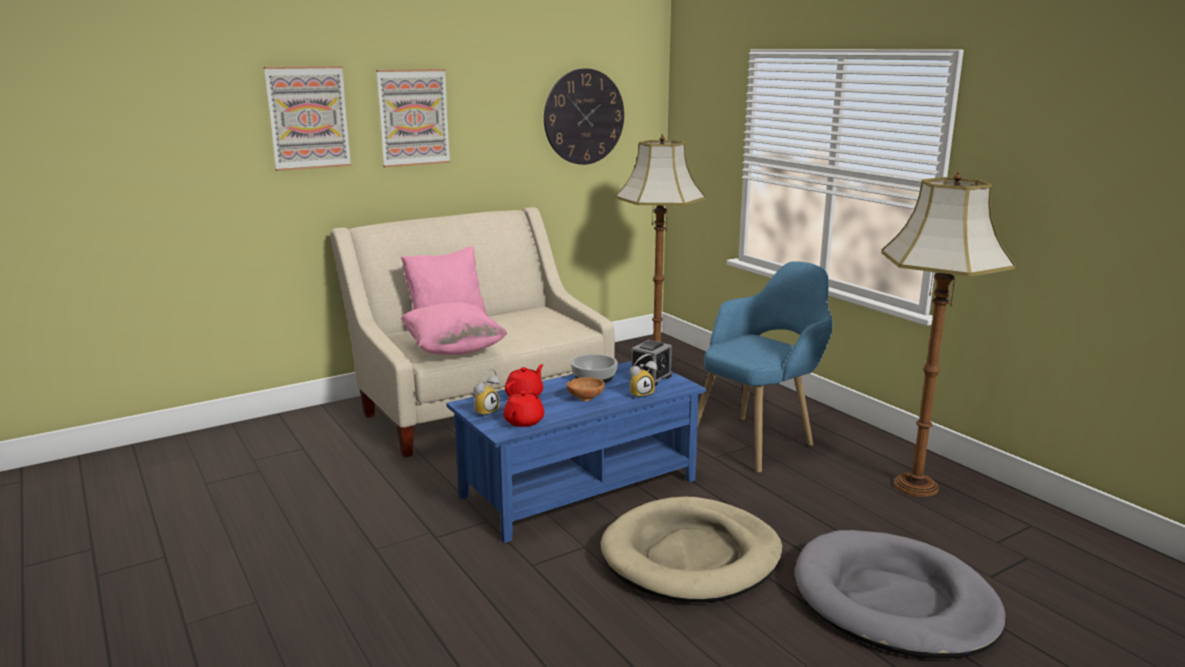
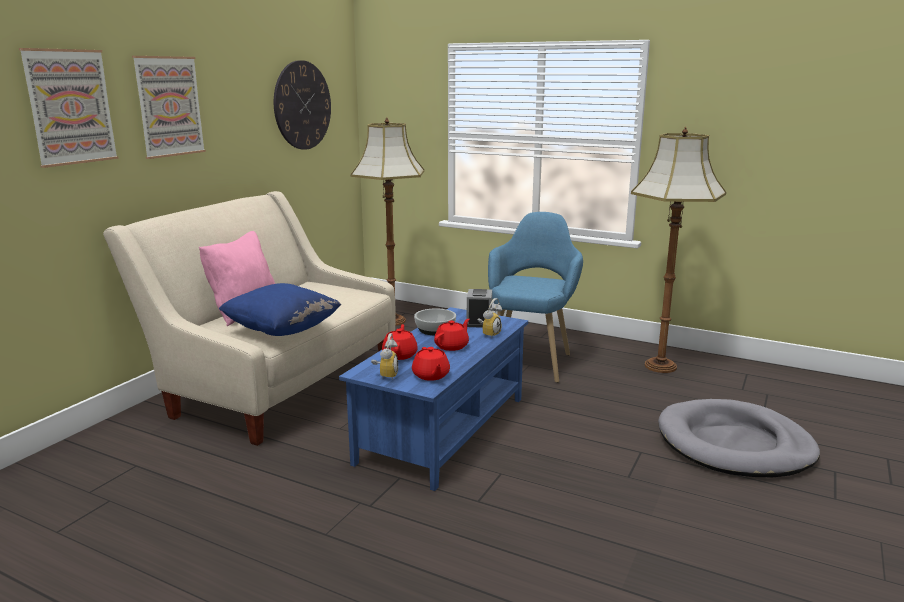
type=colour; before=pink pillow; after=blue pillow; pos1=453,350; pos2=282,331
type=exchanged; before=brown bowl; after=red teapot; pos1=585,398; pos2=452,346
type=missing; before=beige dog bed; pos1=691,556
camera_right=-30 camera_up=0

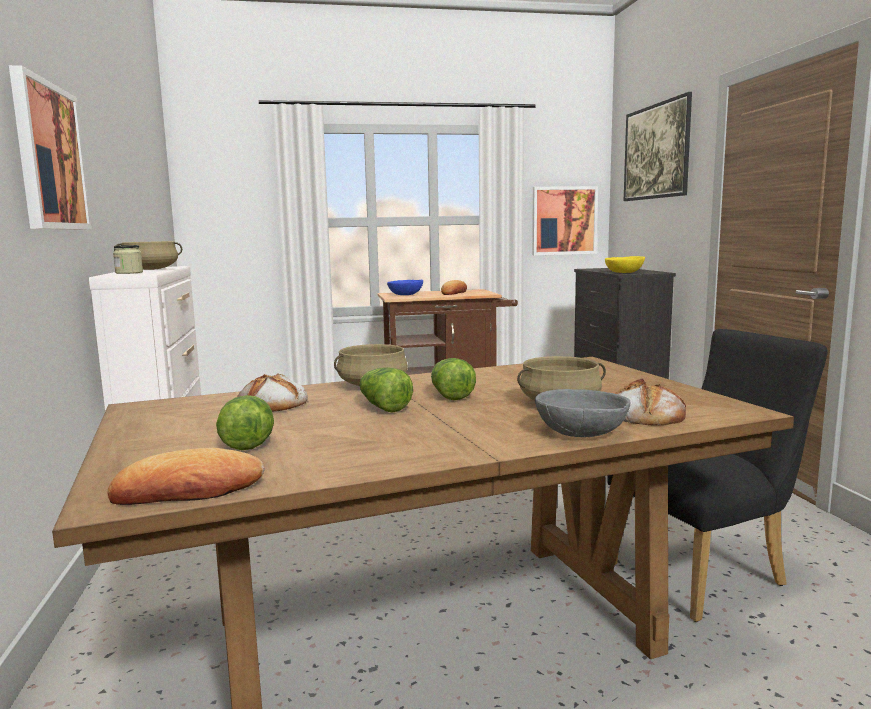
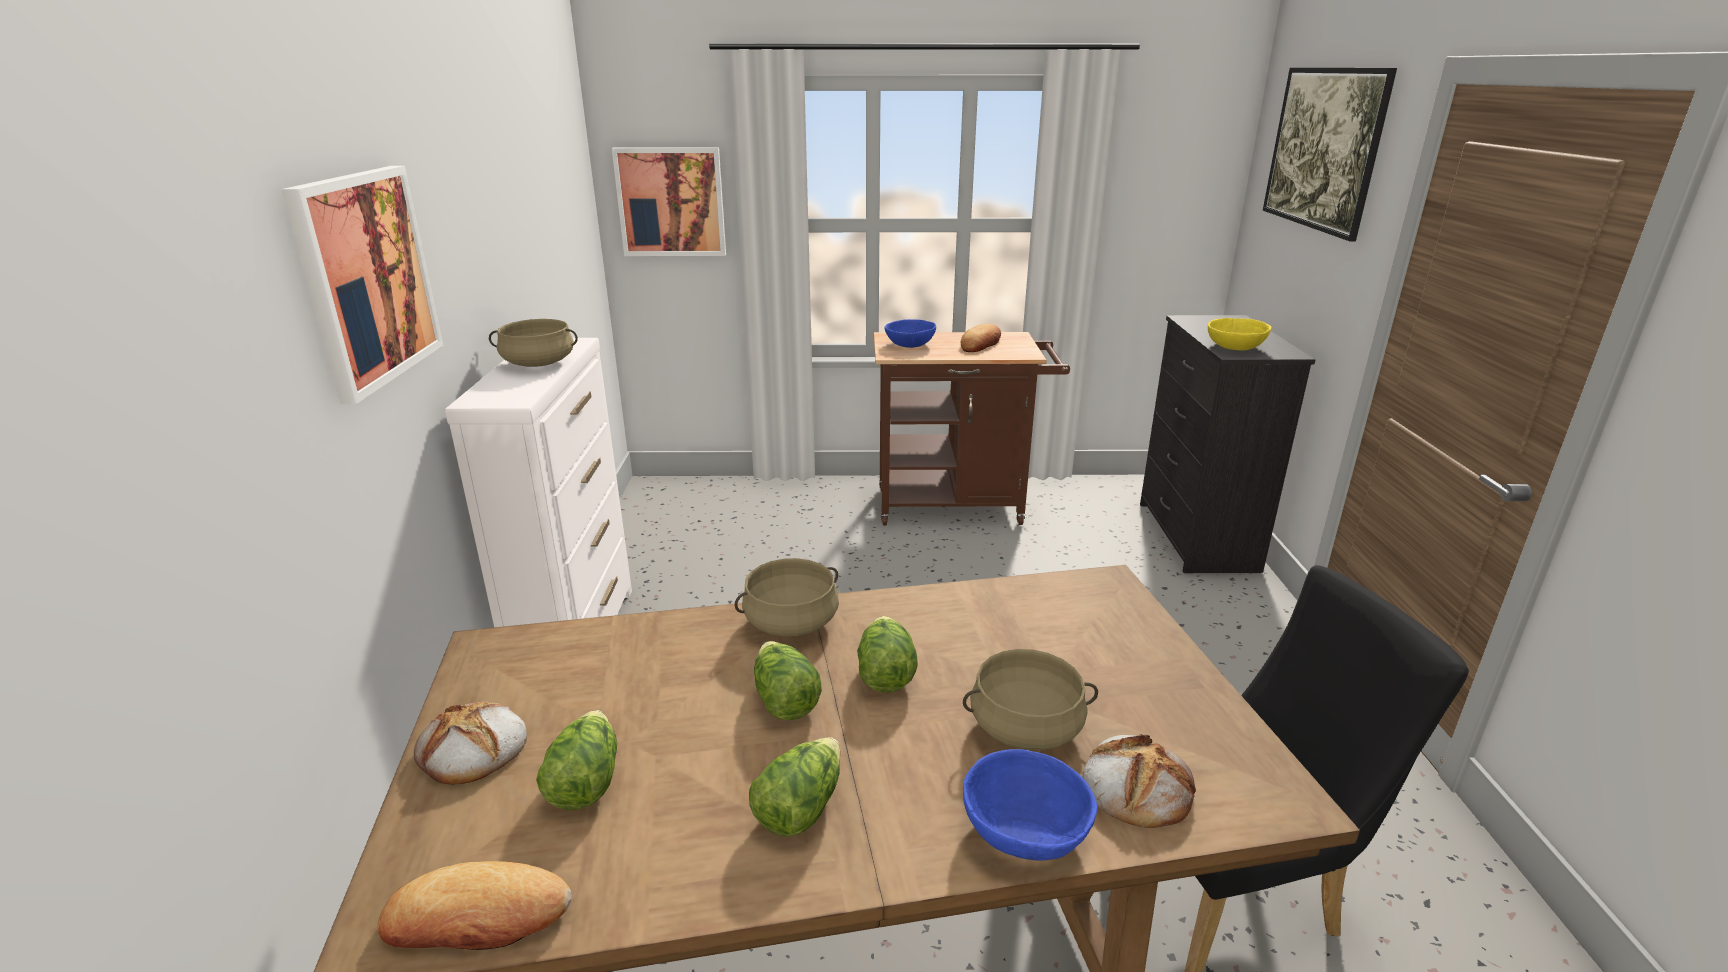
type=missing; before=jar; pos1=129,273
type=relocated; before=bread; pos1=273,404; pos2=472,750
type=relocated; before=picture; pos1=564,220; pos2=671,202
type=colour; before=grey bowl; after=blue bowl; pos1=580,432; pos2=1023,831
type=appeared; after=lettuce; pos2=799,806
camera_right=10 camera_up=15

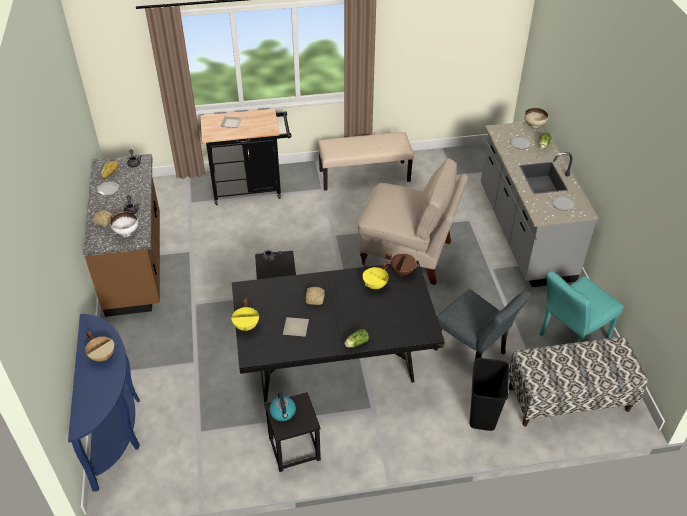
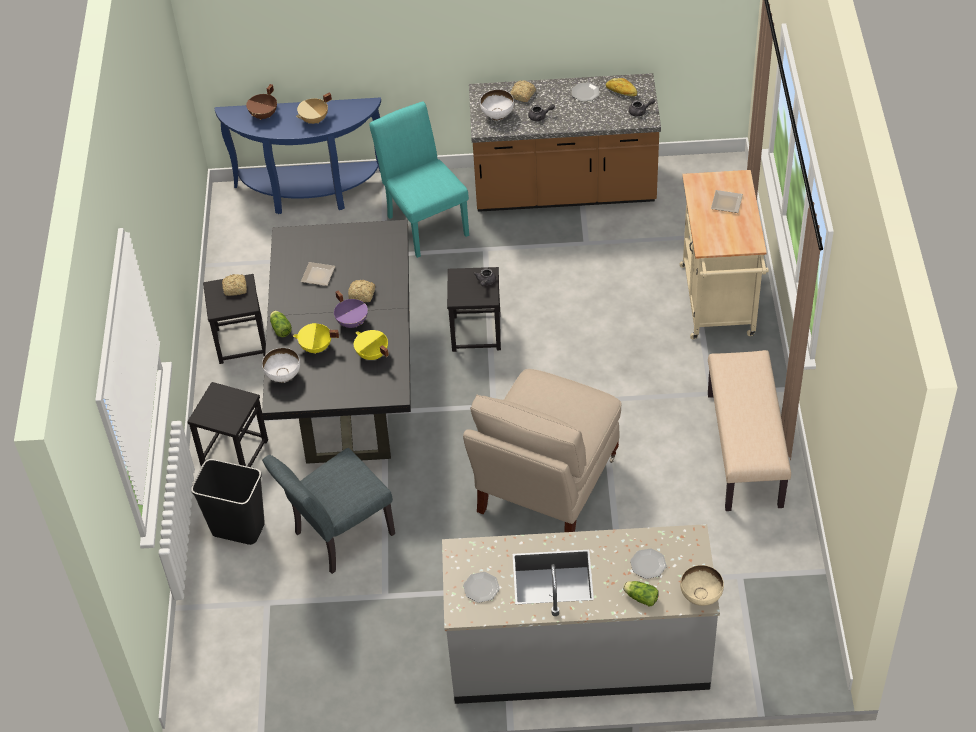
type=colour; before=black cart; after=beige cart; pos1=251,188; pos2=718,306
type=relocated; before=yellow cooking pot; pos1=247,326; pos2=316,348
type=exchanged; before=kettle; after=bread; pos1=283,412; pos2=236,288
type=relocated; before=brown cooking pot; pos1=402,271; pos2=264,115
type=missing; before=bench; pos1=568,399
type=relocated; before=turquoise chair; pos1=569,339; pos2=424,222
type=appeared; after=black stool; pos2=234,452
type=appeared; after=white bowl; pos2=283,376
type=appeared; after=purple cooking pot; pos2=352,322
camera_right=100 camera_up=5

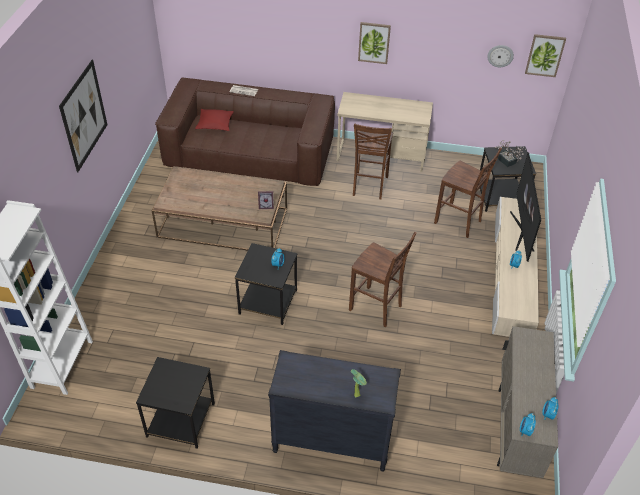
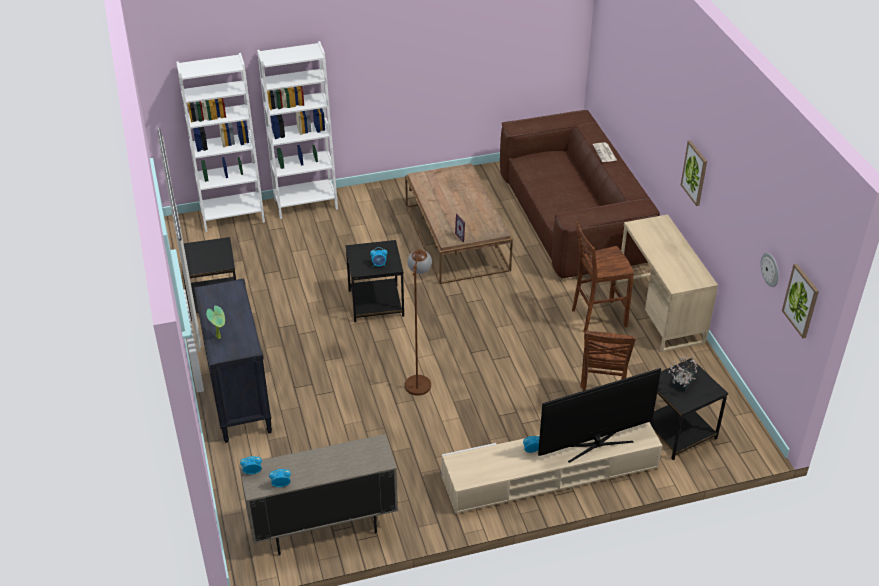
type=missing; before=picture; pos1=84,116
type=missing; before=red pillow; pos1=215,124
type=exchanged; before=brown stool; after=brown floor lamp; pos1=376,308; pos2=419,379
type=appeared; after=white bookcase; pos2=305,204
camera_right=65 camera_up=-5

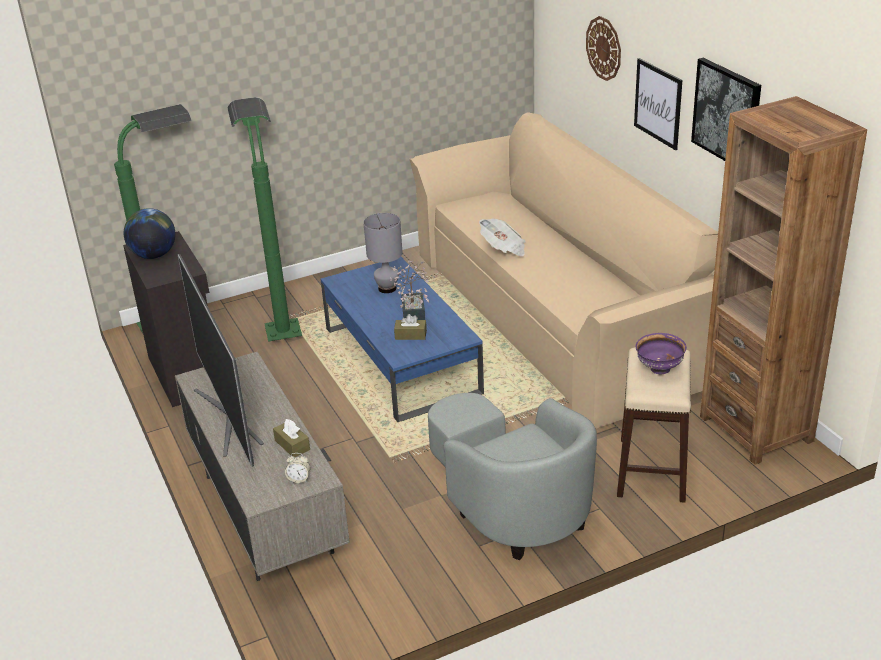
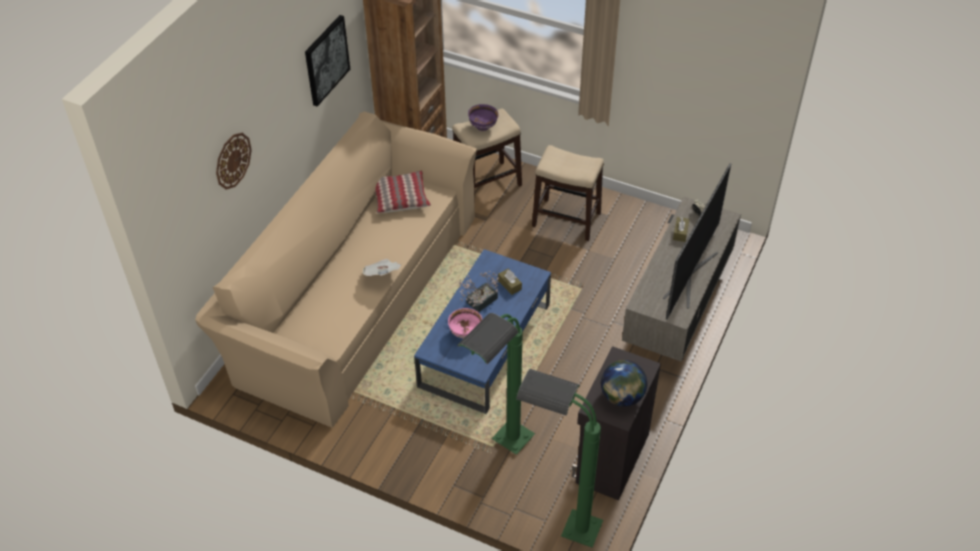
type=exchanged; before=grey table lamp; after=pink bowl; pos1=387,288; pos2=465,333
type=exchanged; before=grey armchair; after=stool; pos1=511,504; pos2=567,220
type=missing; before=picture; pos1=658,103
type=appeared; after=pillow; pos2=400,197
camera_right=-130 camera_up=15

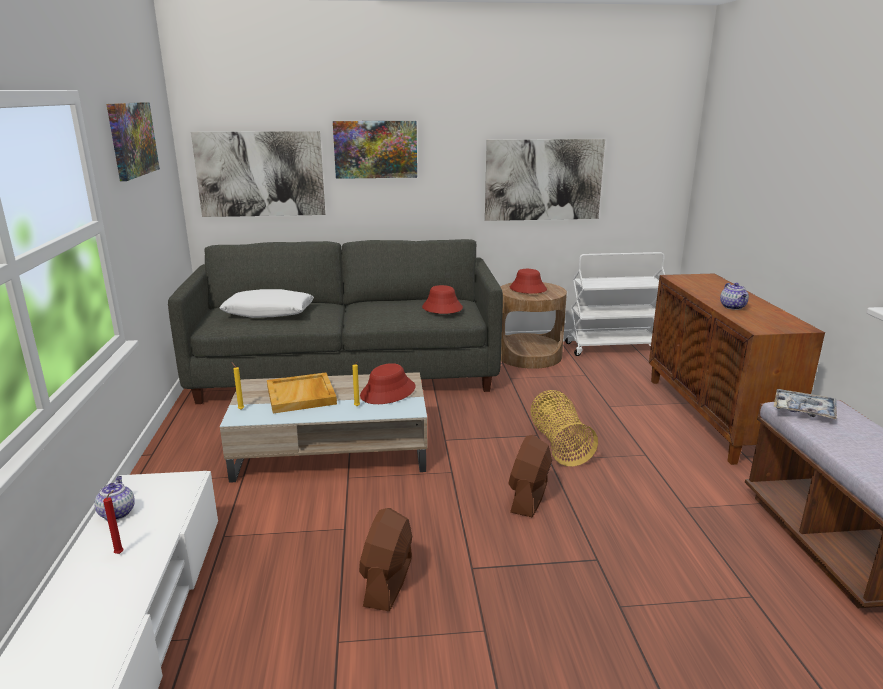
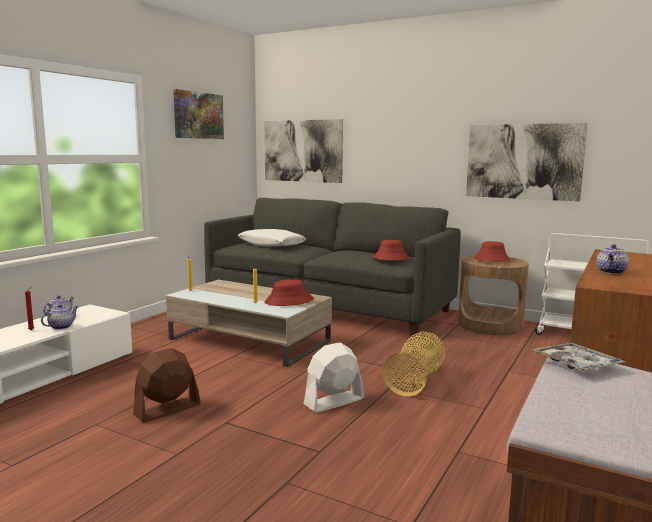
type=missing; before=beige tray; pos1=302,395
type=missing; before=picture; pos1=375,149
type=colour; before=brown fan; after=white fan; pos1=529,497; pos2=333,401
type=appeared; after=teapot; pos2=61,326
camera_right=35 camera_up=-10

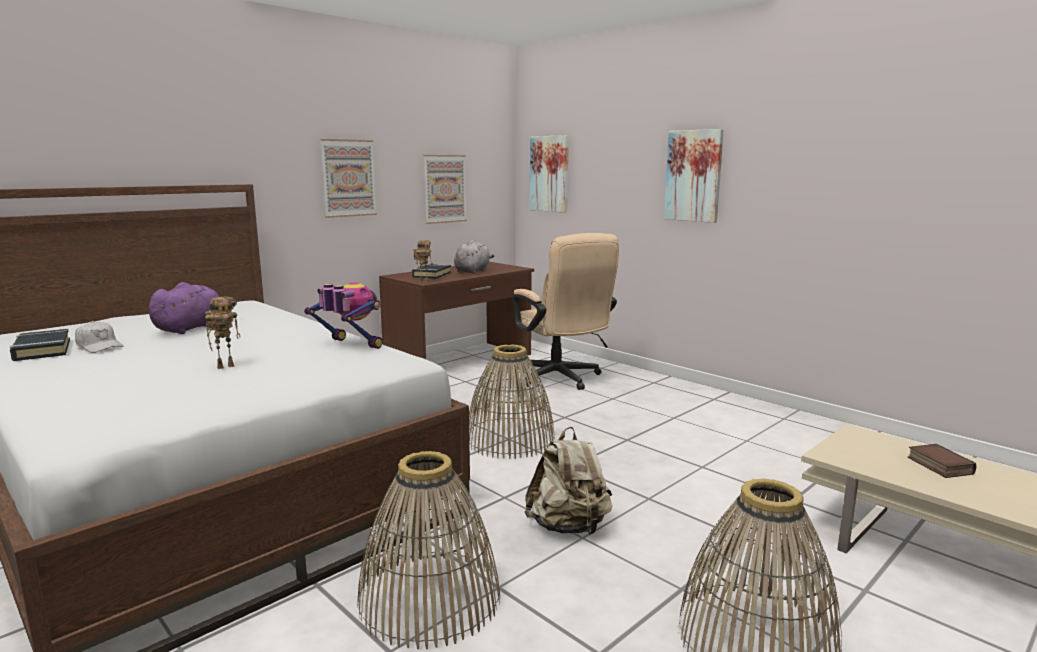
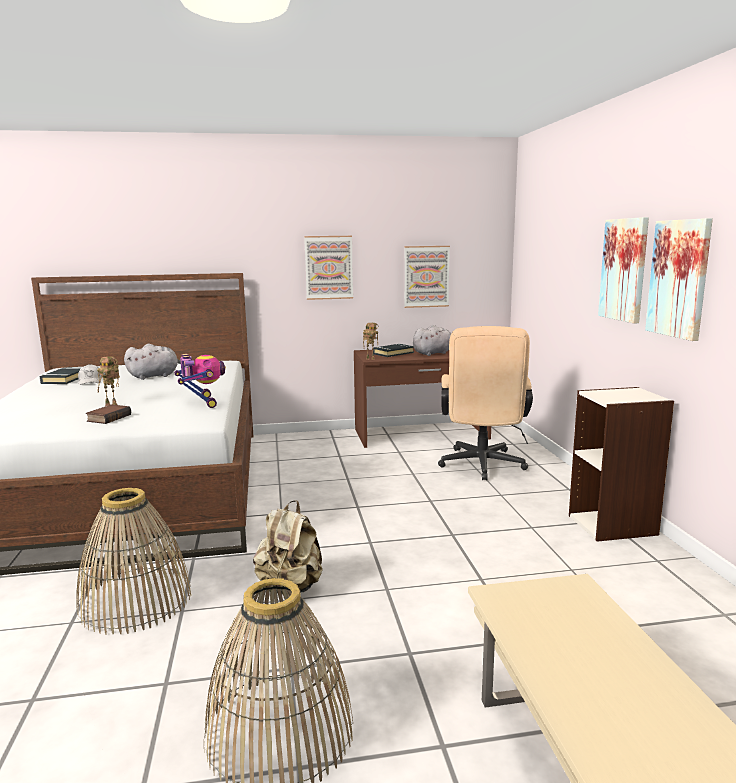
type=colour; before=purple plush toy; after=grey plush toy; pos1=191,328; pos2=155,376
type=missing; before=basket; pos1=510,439
type=relocated; before=picture; pos1=549,174; pos2=679,278
type=relocated; before=book; pos1=938,465; pos2=108,417
type=appeared; after=bookcase; pos2=613,525
camera_right=35 camera_up=0

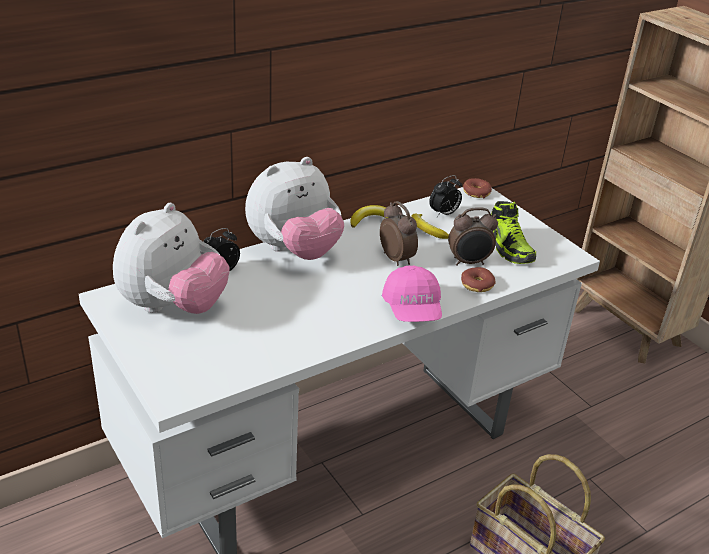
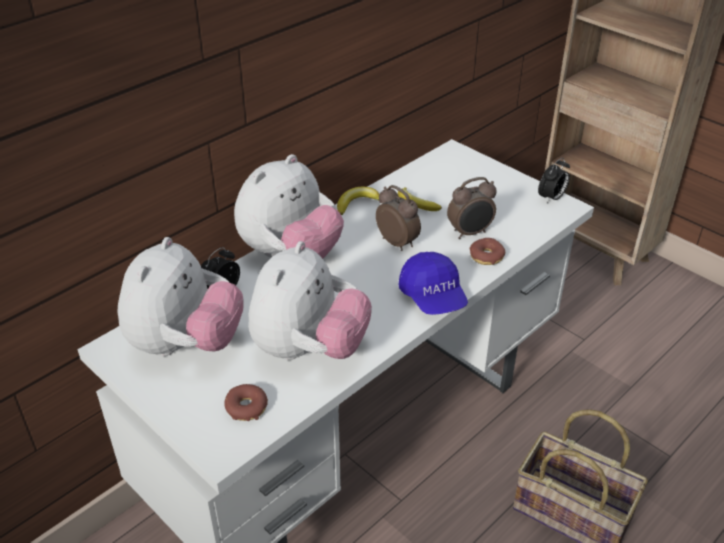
type=colour; before=pink cap; after=blue cap; pos1=412,309; pos2=433,297
type=relocated; before=alarm clock; pos1=444,214; pos2=551,198
type=relocated; before=donut; pos1=476,192; pos2=246,407
type=missing; before=shoe; pos1=508,249
type=appeared; after=plush toy; pos2=309,349
camera_right=-10 camera_up=5

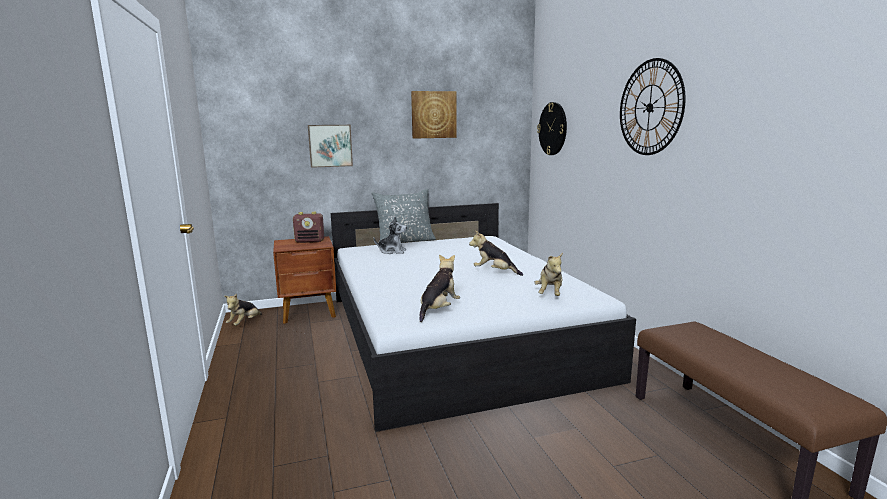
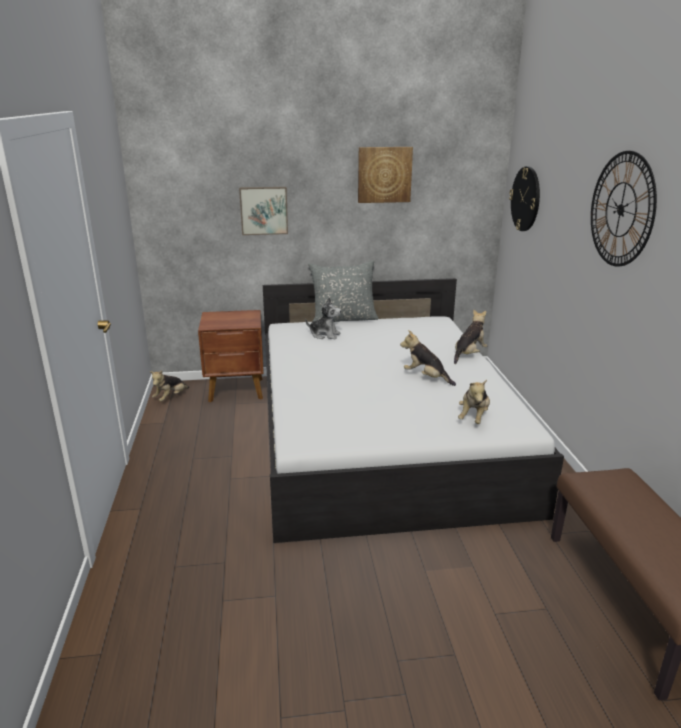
type=missing; before=radio; pos1=310,241
type=relocated; before=plush toy; pos1=439,309; pos2=469,354
camera_right=10 camera_up=10

